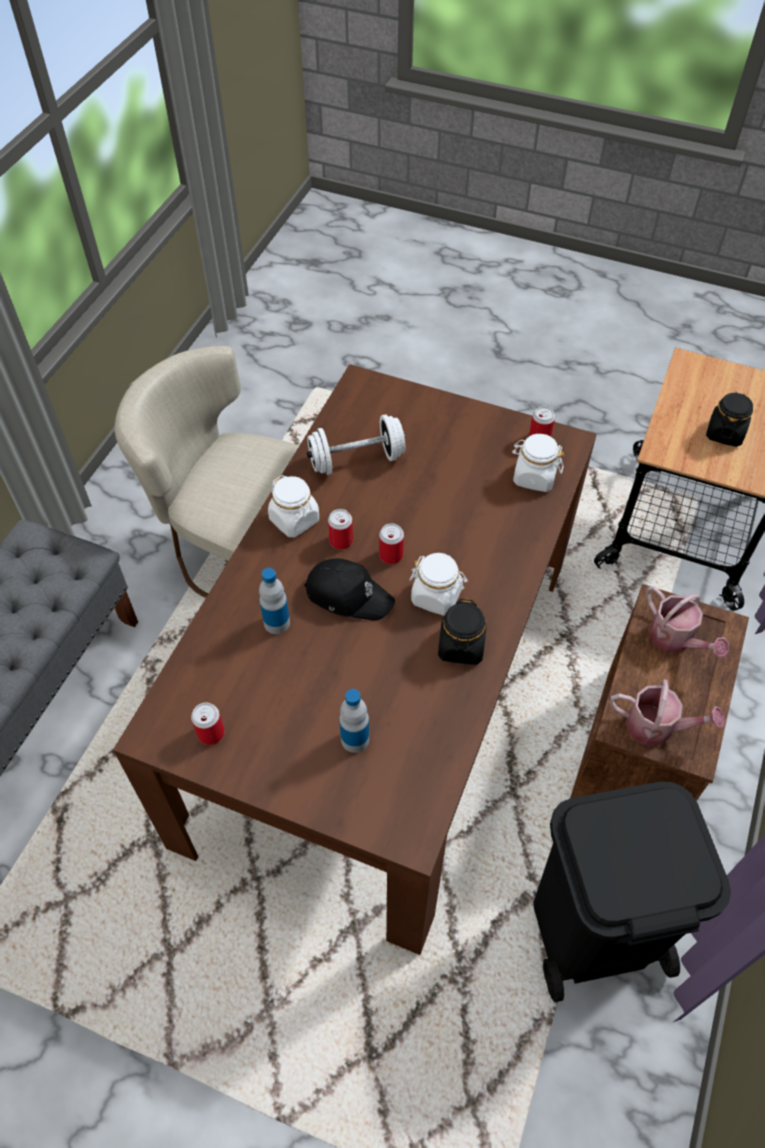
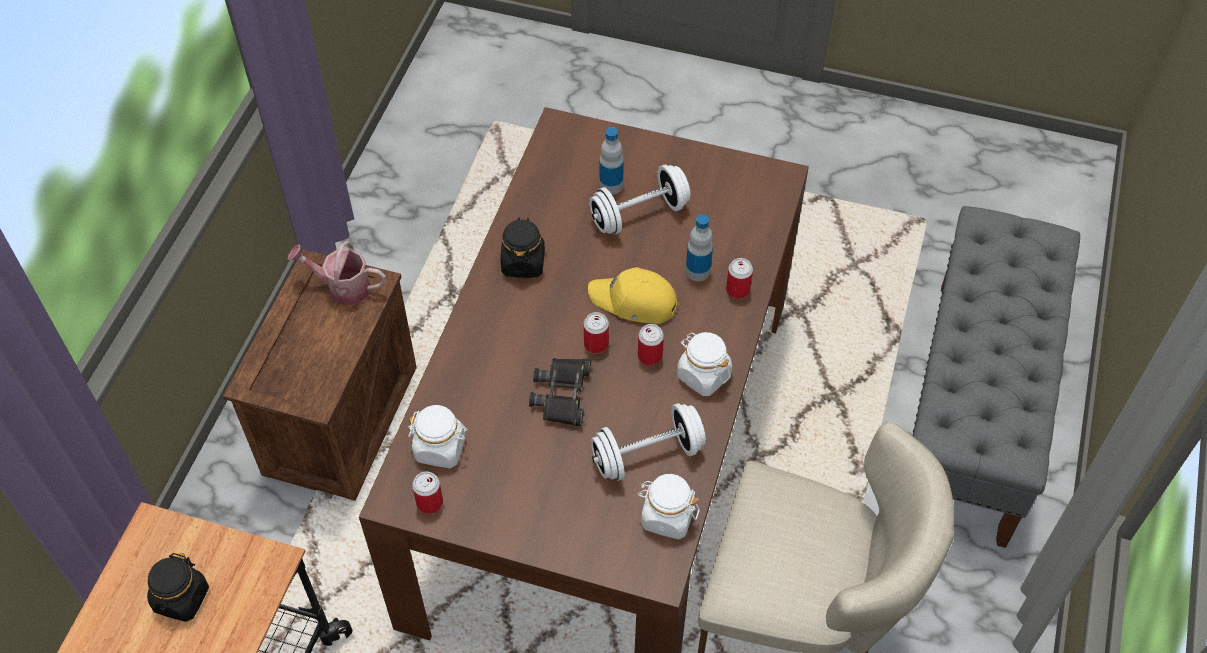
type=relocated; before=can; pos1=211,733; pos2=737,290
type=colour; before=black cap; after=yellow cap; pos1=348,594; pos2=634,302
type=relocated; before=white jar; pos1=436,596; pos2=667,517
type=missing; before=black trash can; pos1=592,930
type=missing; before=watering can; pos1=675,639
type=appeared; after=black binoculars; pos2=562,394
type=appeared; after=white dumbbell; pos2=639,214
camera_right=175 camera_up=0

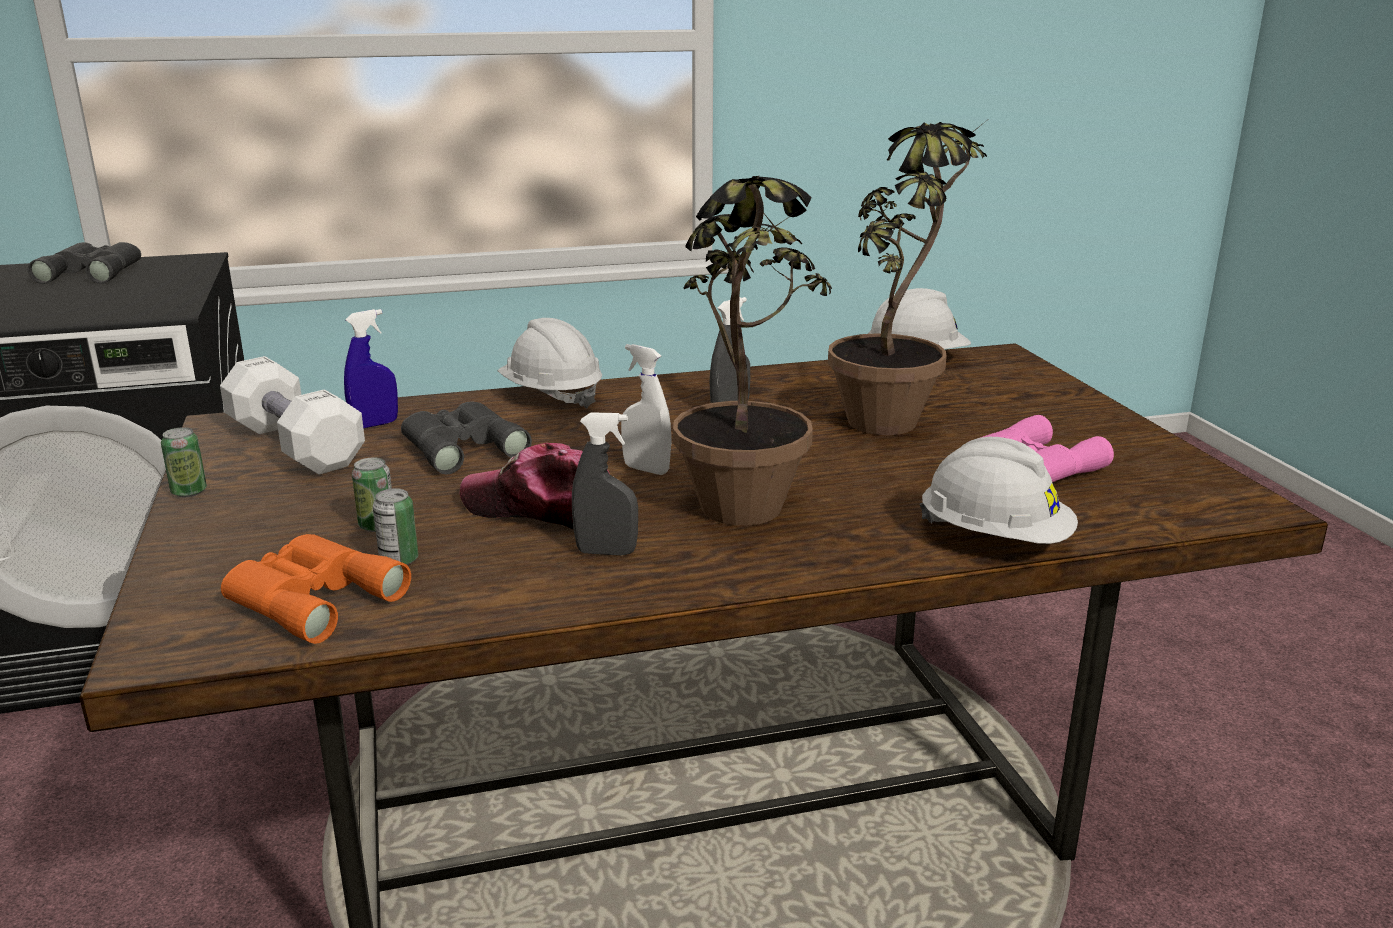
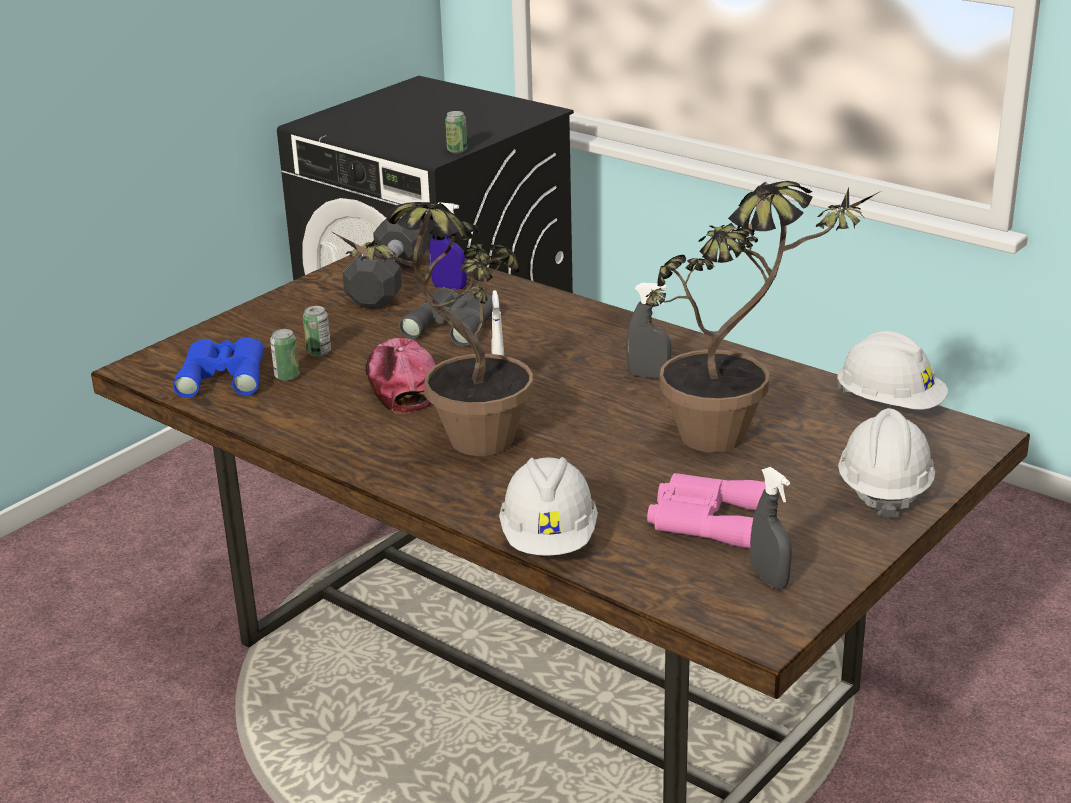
type=missing; before=grey binoculars; pos1=93,272
type=relocated; before=can; pos1=189,492; pos2=457,150
type=colour; before=white dumbbell; after=black dumbbell; pos1=295,445; pos2=388,282
type=colour; before=orange binoculars; after=blue binoculars; pos1=311,597; pos2=224,374
type=relocated; before=white hard hat; pos1=551,396; pos2=883,489
type=relocated; before=grey spray bottle; pos1=606,552; pos2=769,579
camera_right=55 camera_up=5

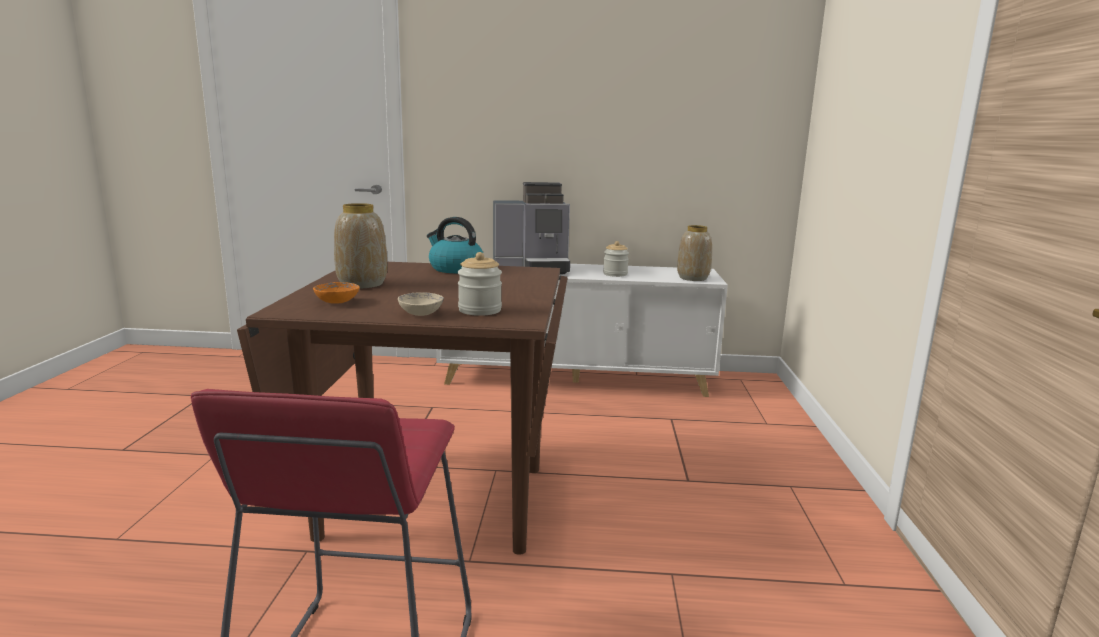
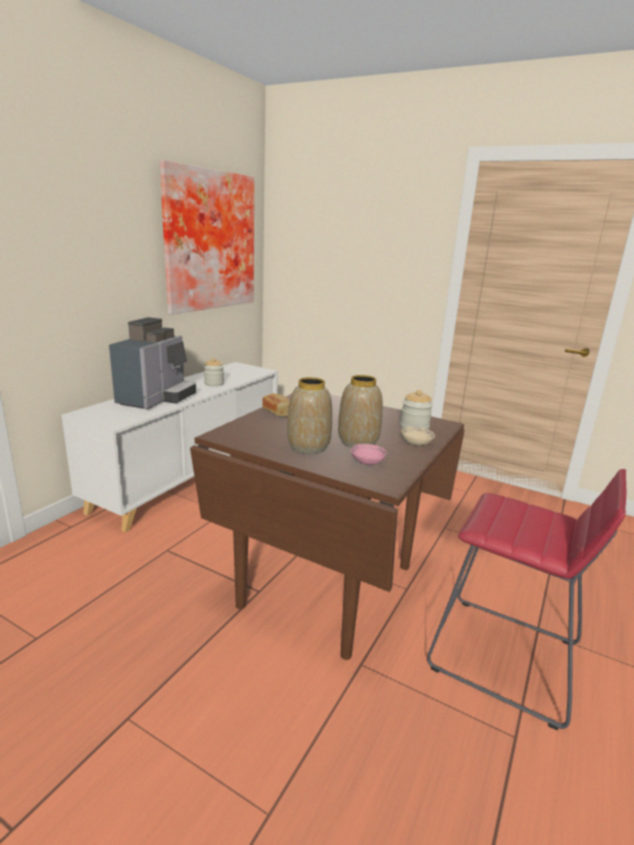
type=colour; before=orange bowl; after=pink bowl; pos1=337,302; pos2=367,462
type=exchanged; before=kettle; after=bread; pos1=455,269; pos2=278,412
type=relocated; before=vase; pos1=693,278; pos2=358,442
type=appeared; after=picture; pos2=208,241
camera_right=-65 camera_up=5

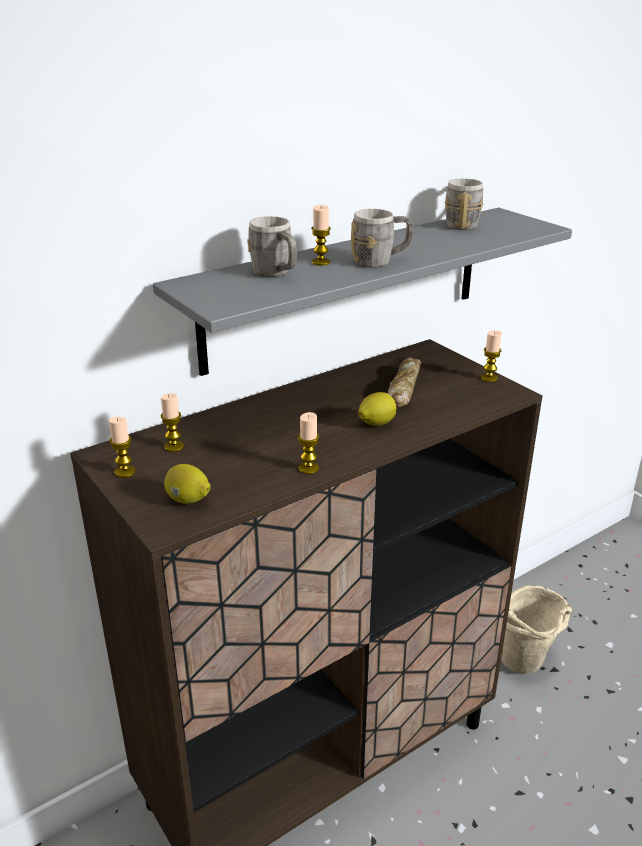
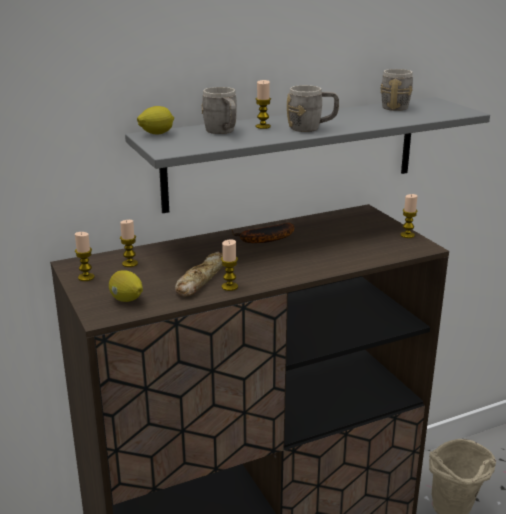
type=relocated; before=lemon; pos1=376,423; pos2=156,134
type=relocated; before=bread; pos1=403,388; pos2=201,279
type=appeared; after=banana; pos2=263,240
camera_right=10 camera_up=-5

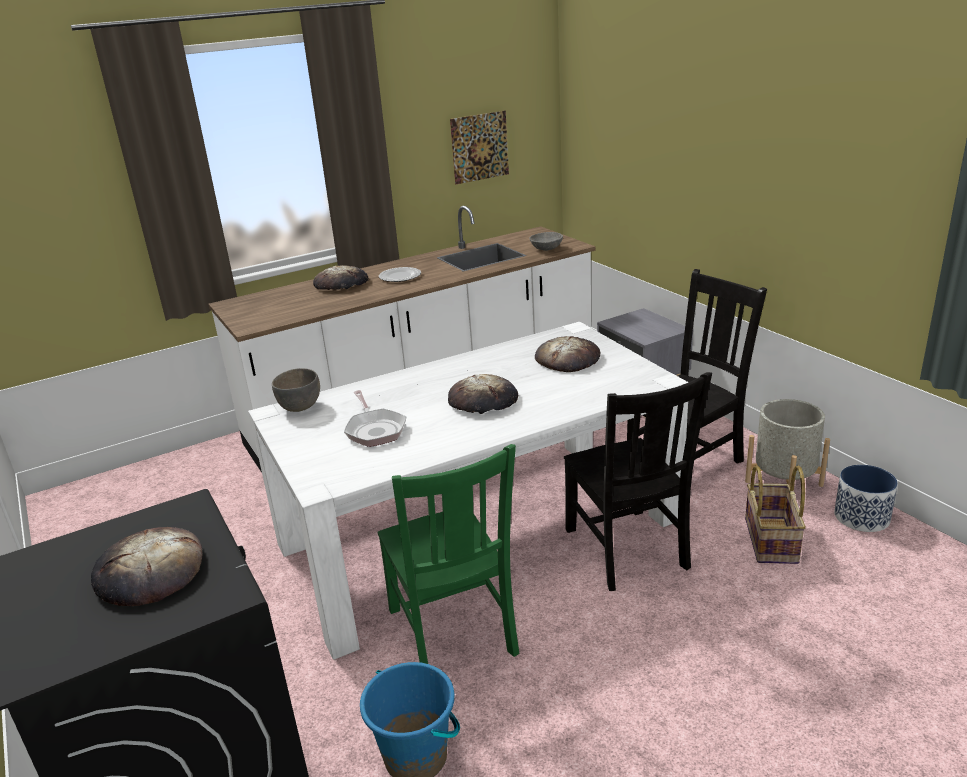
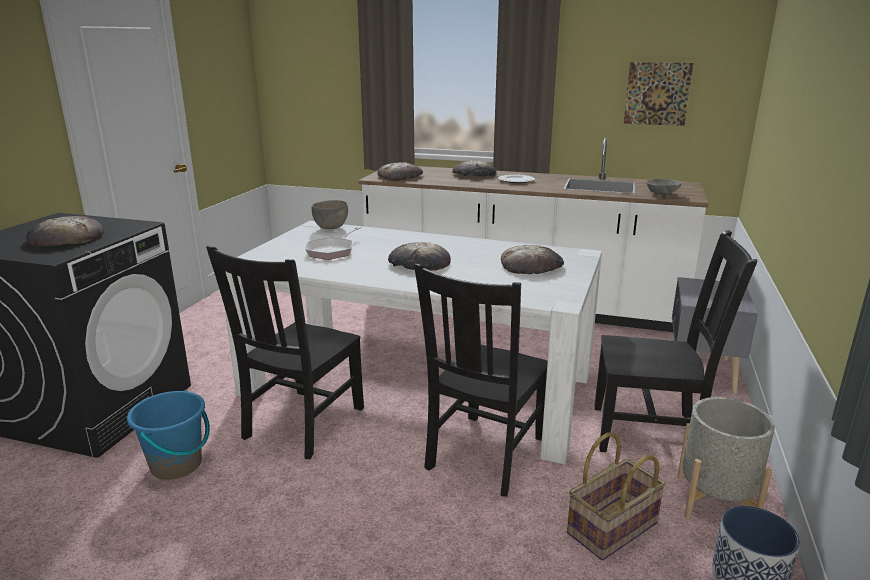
type=colour; before=green chair; after=black chair; pos1=453,635; pos2=301,424
type=appeared; after=bread; pos2=400,176
camera_right=45 camera_up=-5

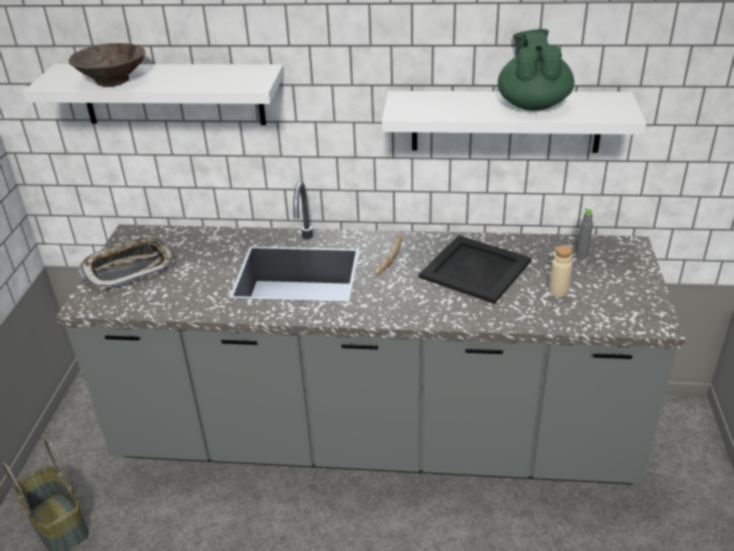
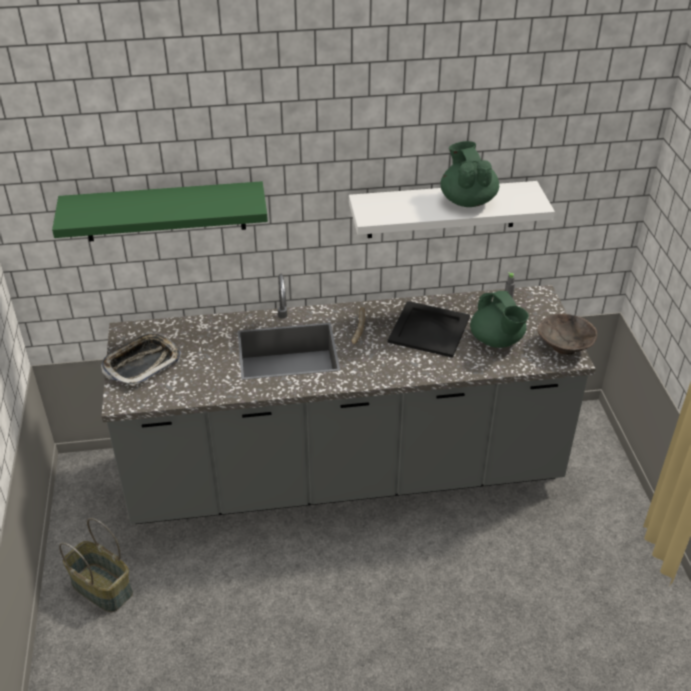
type=colour; before=white shelf; after=green shelf; pos1=172,94; pos2=165,211
type=relocated; before=brown bowl; pos1=113,81; pos2=565,347
type=exchanged; before=beige bottle; after=green teapot; pos1=558,291; pos2=497,340
camera_right=-15 camera_up=5

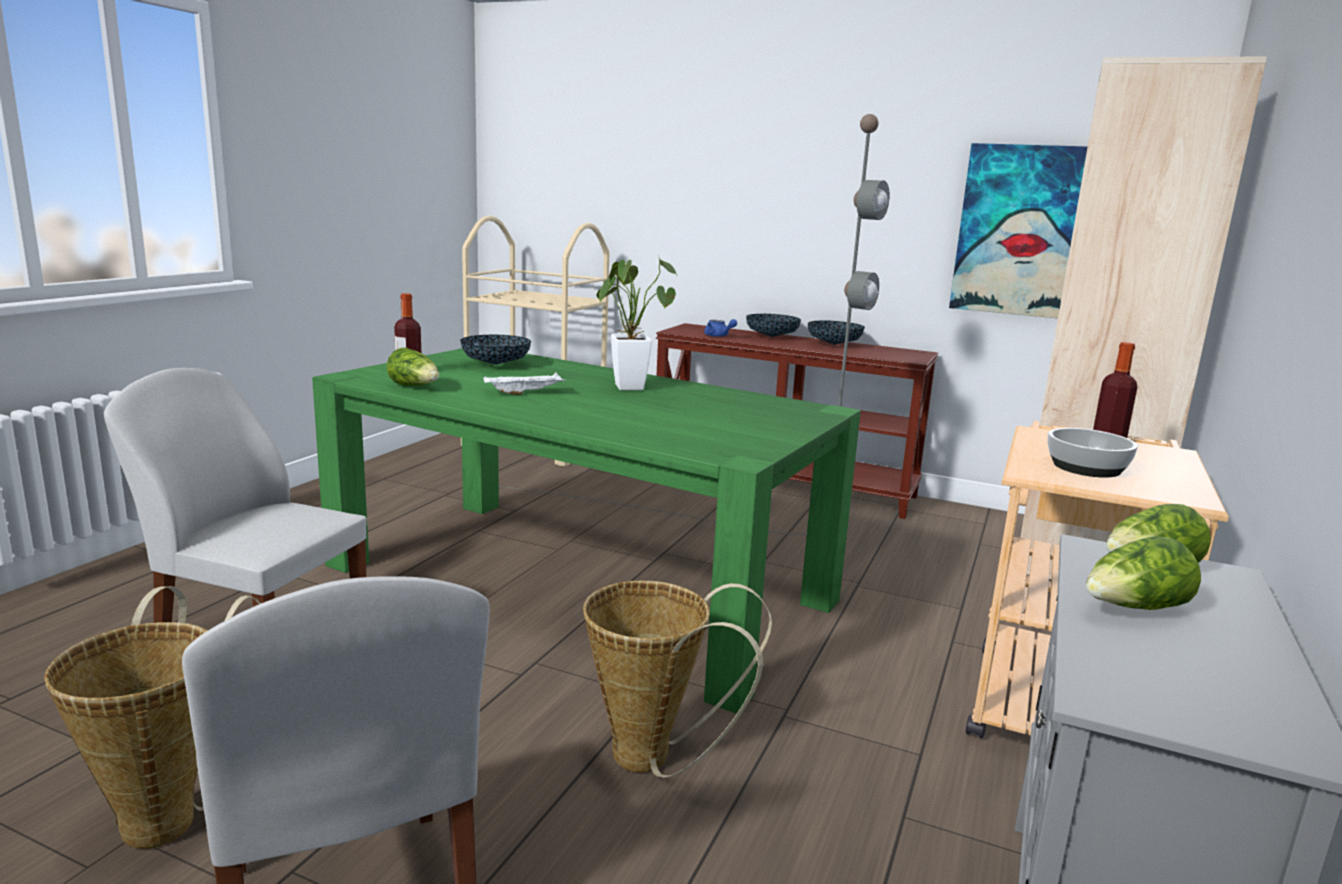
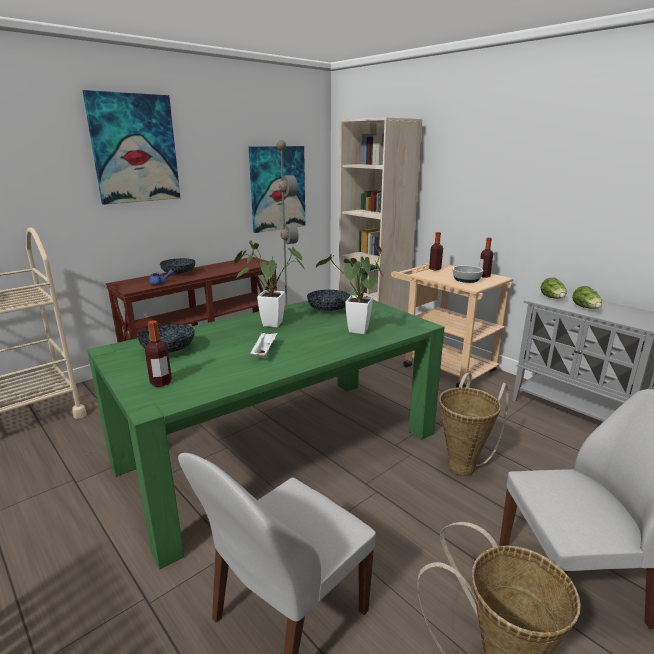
type=missing; before=lettuce; pos1=415,387
type=relocated; before=bowl; pos1=834,344; pos2=328,310
type=appeared; after=picture; pos2=134,149
type=appeared; after=potted plant; pos2=356,332
type=appeared; after=bottle; pos2=484,276
camera_right=-65 camera_up=5

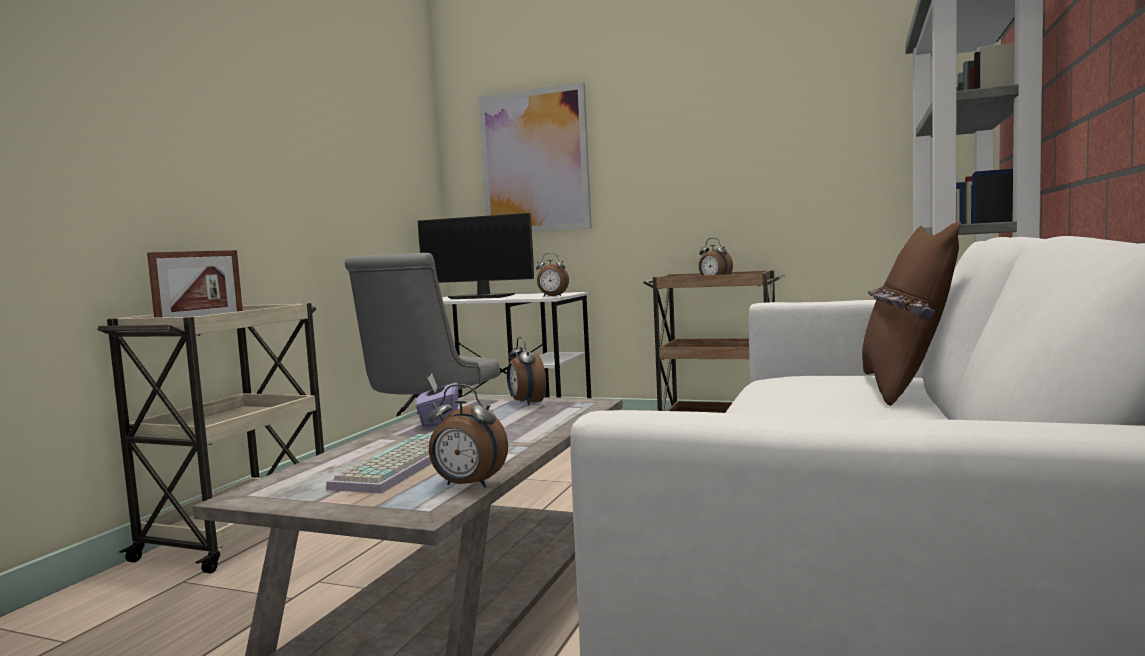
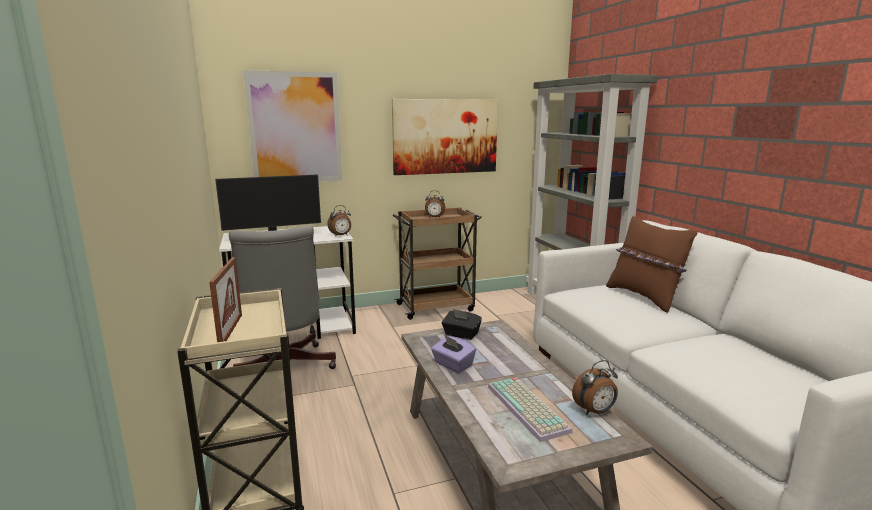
type=exchanged; before=alarm clock; after=black tissue box; pos1=526,403; pos2=461,334
type=appeared; after=picture; pos2=445,136
camera_right=-40 camera_up=10

